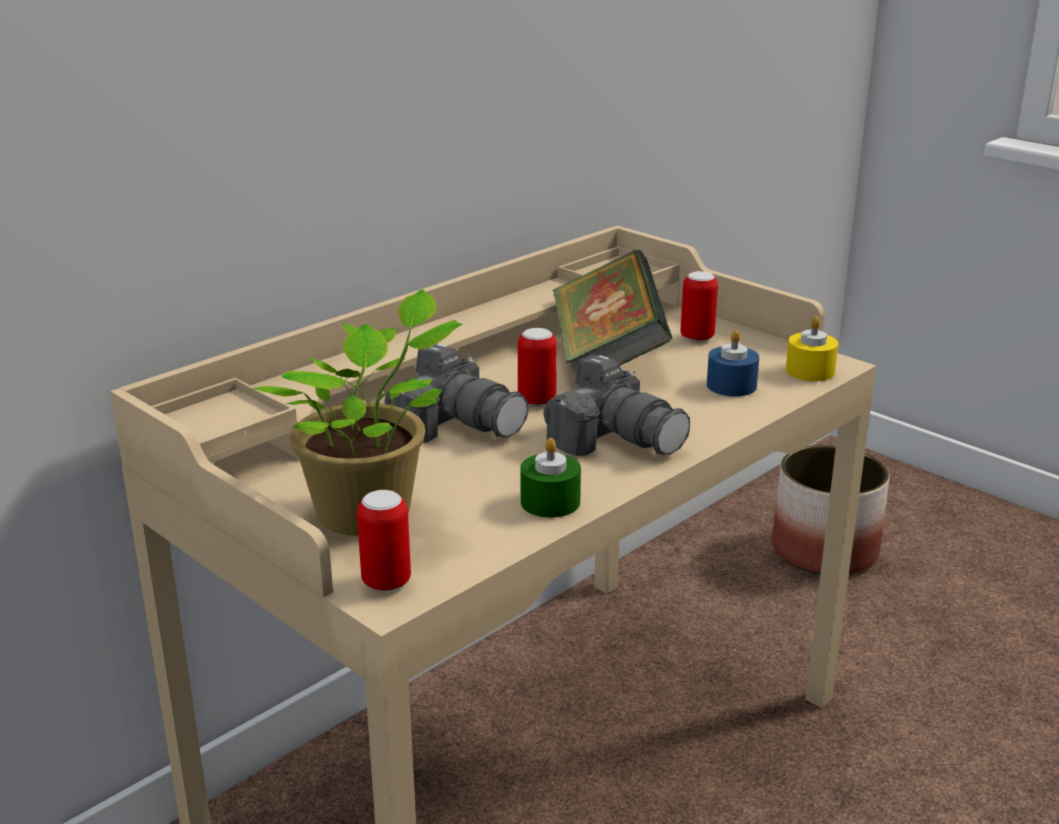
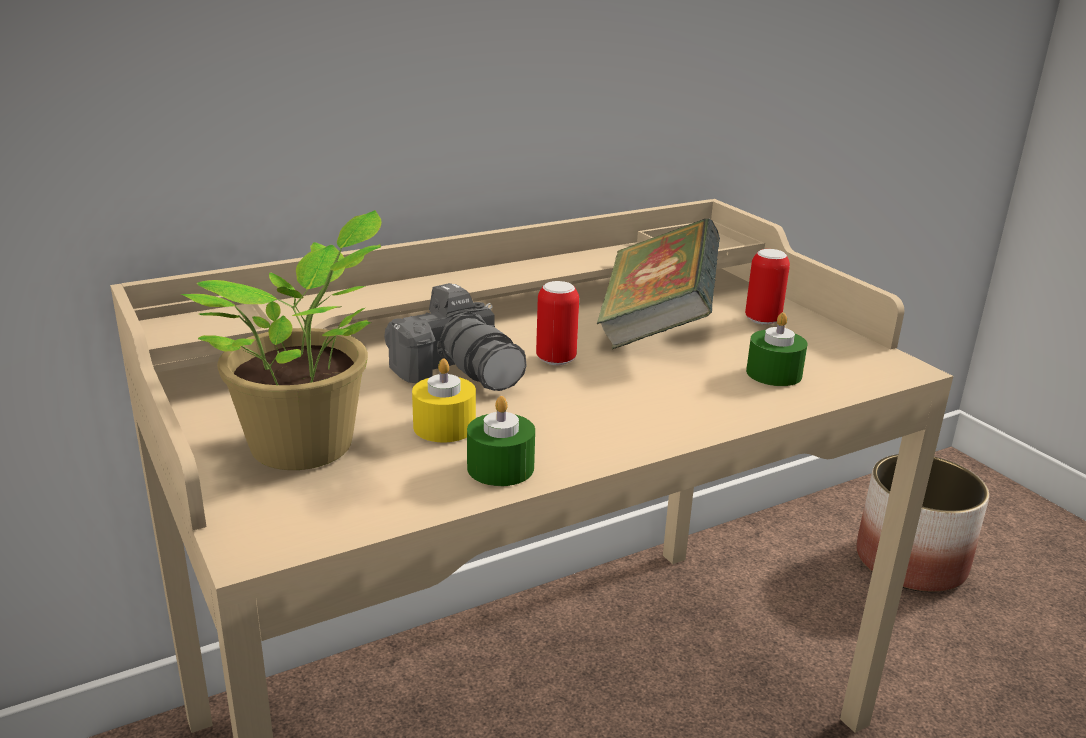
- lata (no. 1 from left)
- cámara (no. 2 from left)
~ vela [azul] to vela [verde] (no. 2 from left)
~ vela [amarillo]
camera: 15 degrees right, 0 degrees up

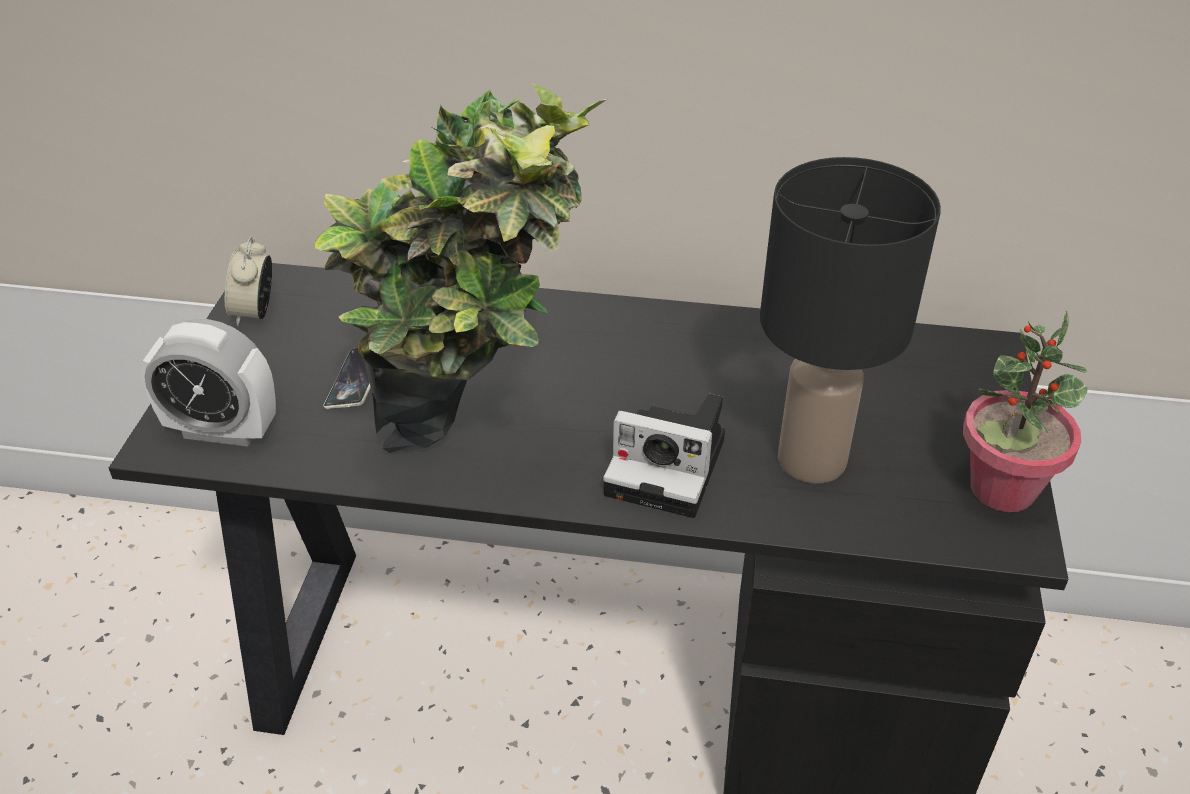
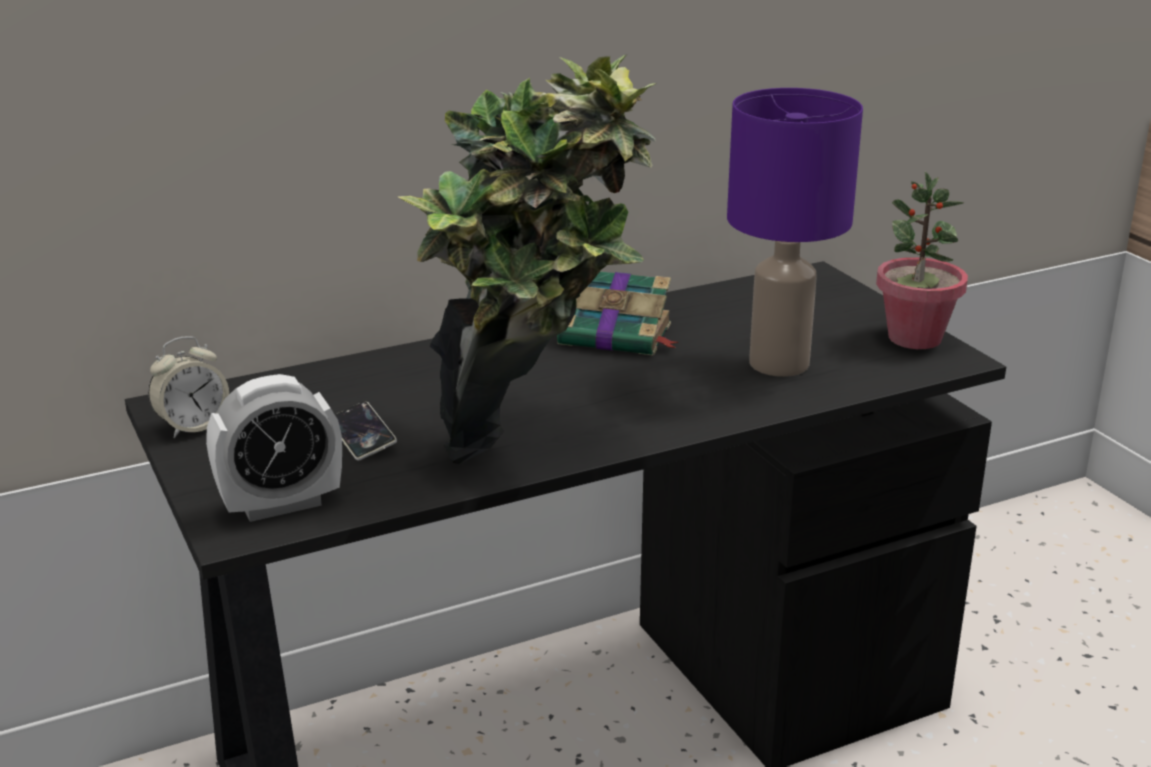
~ despertador (no. 2 from left in the first image) 90 degrees counterclockwise
- cámara
~ lámpara de mesa [negro] to lámpara de mesa [morado]
+ libro
camera: 35 degrees left, 15 degrees down

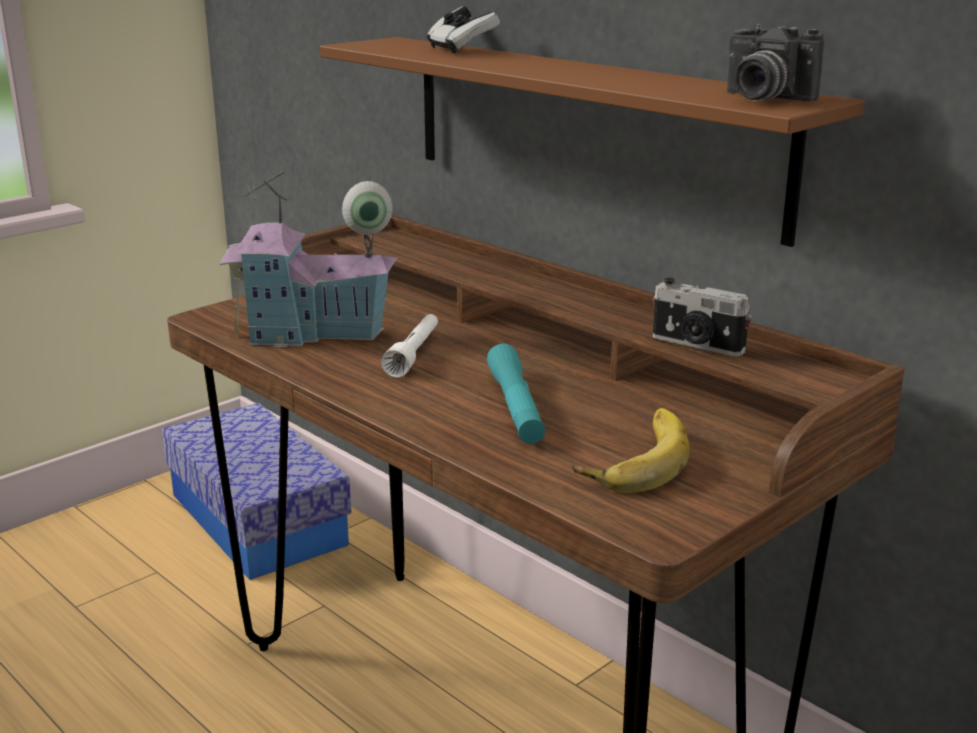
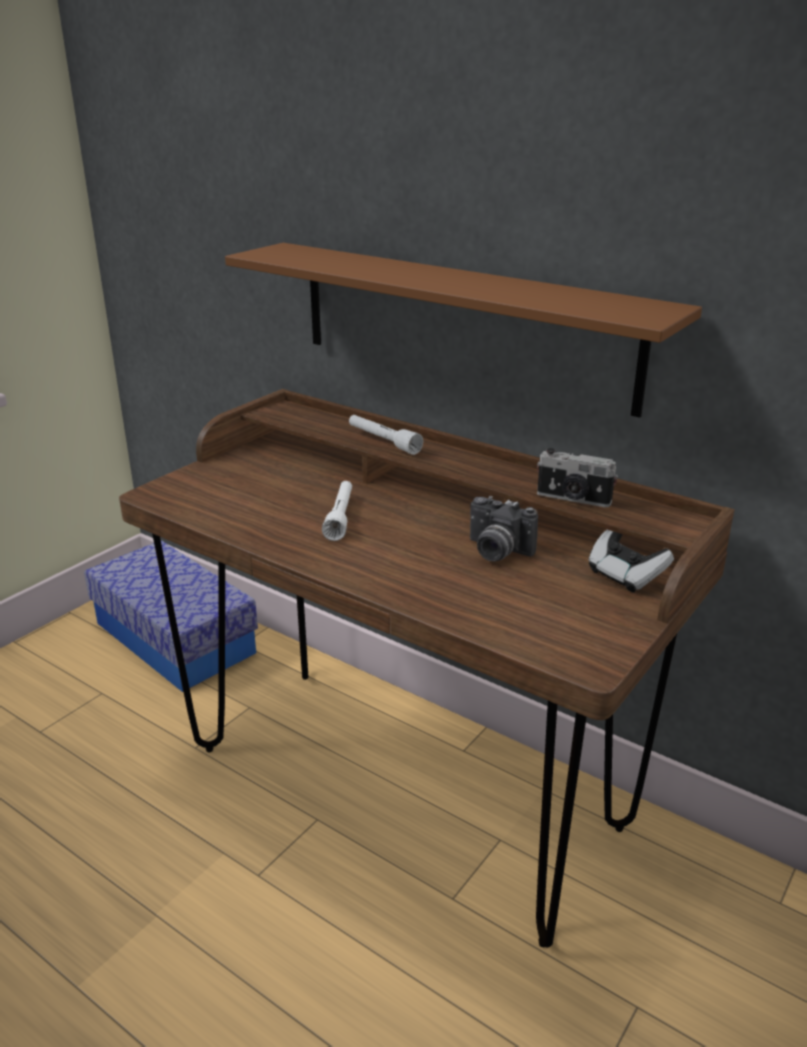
- casita
~ mando de consola
- linterna [turquesa]
- plátano
~ cámara (no. 2 from left in the first image) to cámara (no. 1 from left)
+ linterna [blanco] (no. 2 from left)
camera: 10 degrees left, 5 degrees up

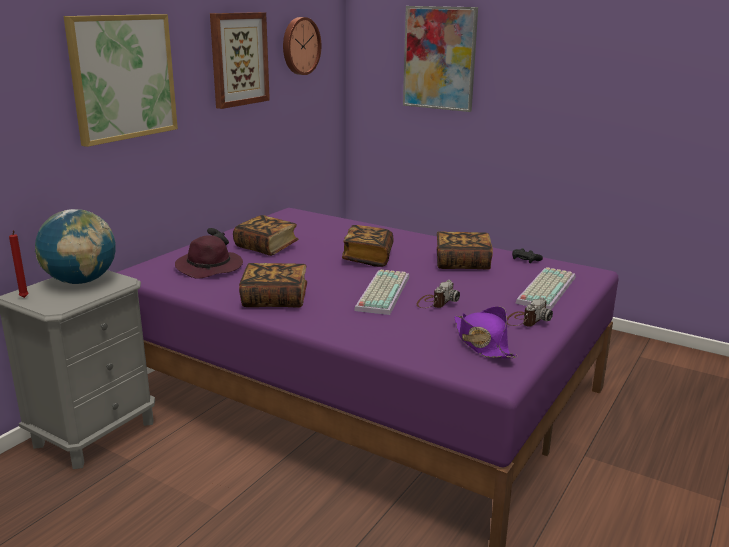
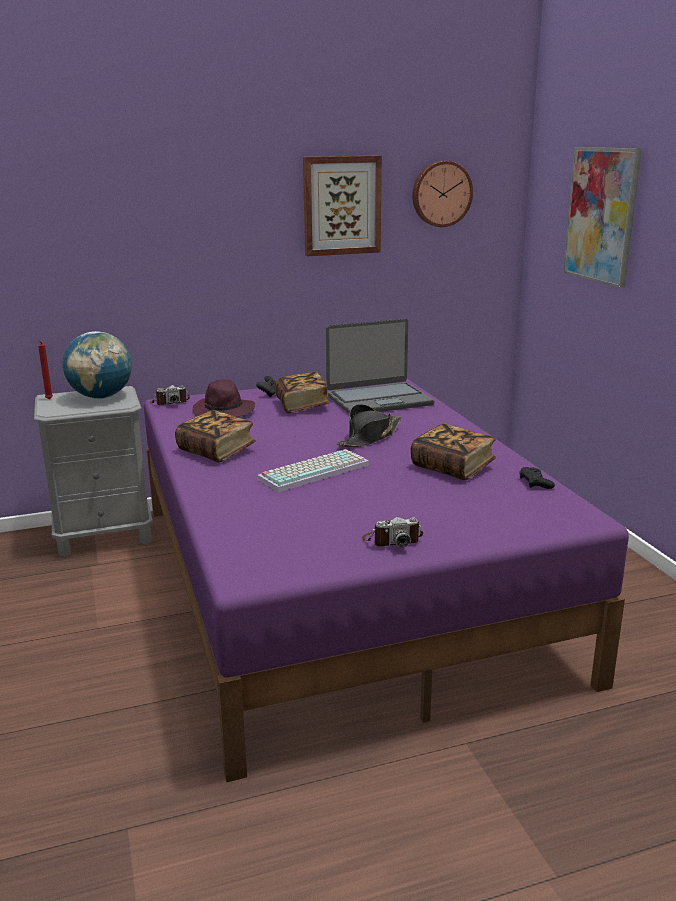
- cuadro (no. 1 from left)
~ libro (no. 3 from left) to sombrero [negro]
~ cámara (no. 1 from left)
- sombrero [morado] (no. 2 from left)
- teclado (no. 2 from left)
+ portátil
camera: 40 degrees right, 0 degrees up

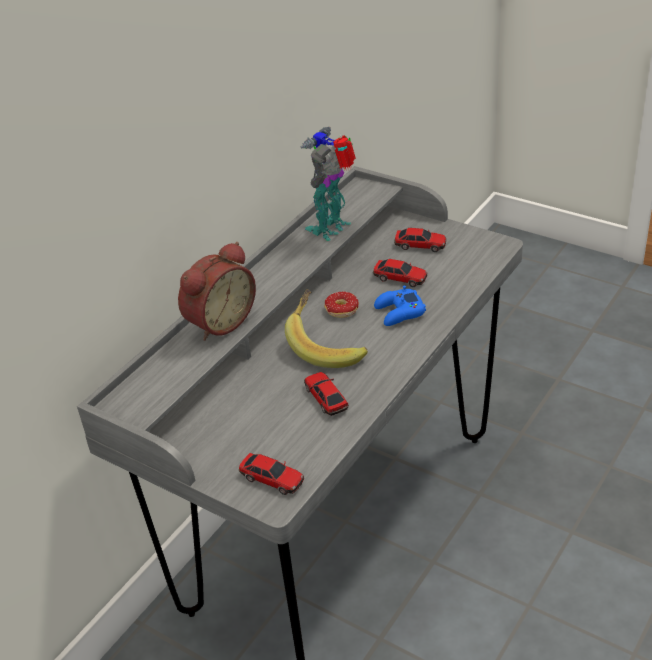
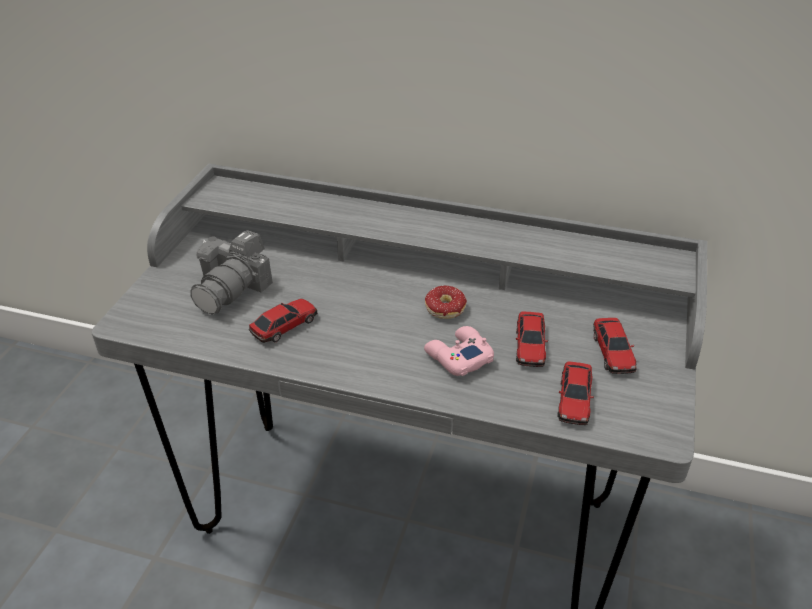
- despertador
~ coche de juguete (no. 1 from left in the first image) to coche de juguete (no. 3 from left)
- plátano
- robot de juguete
~ mando de consola [azul] to mando de consola [rosa]
+ cámara
camera: 70 degrees right, 0 degrees up

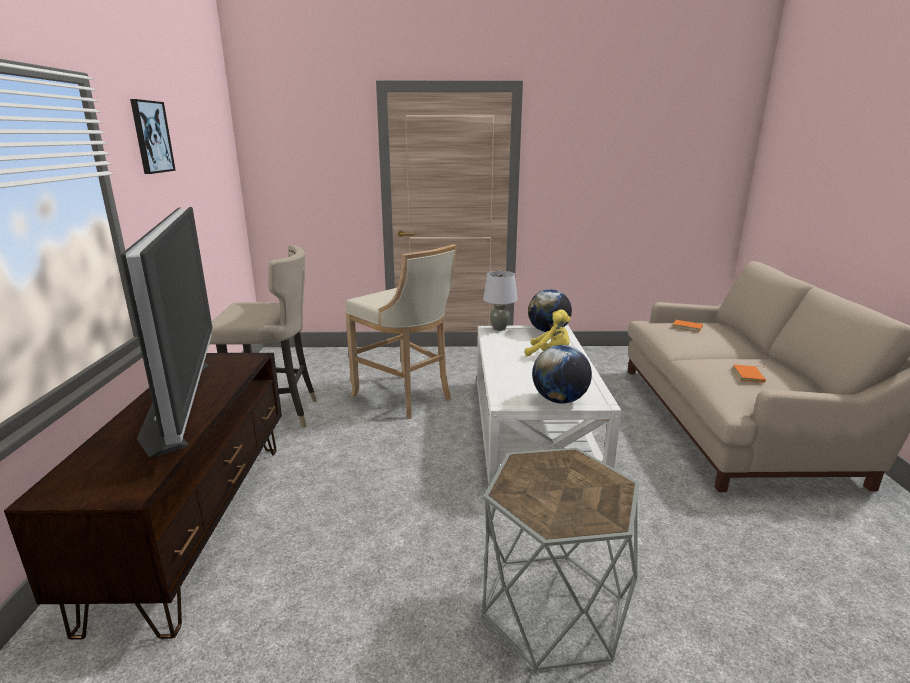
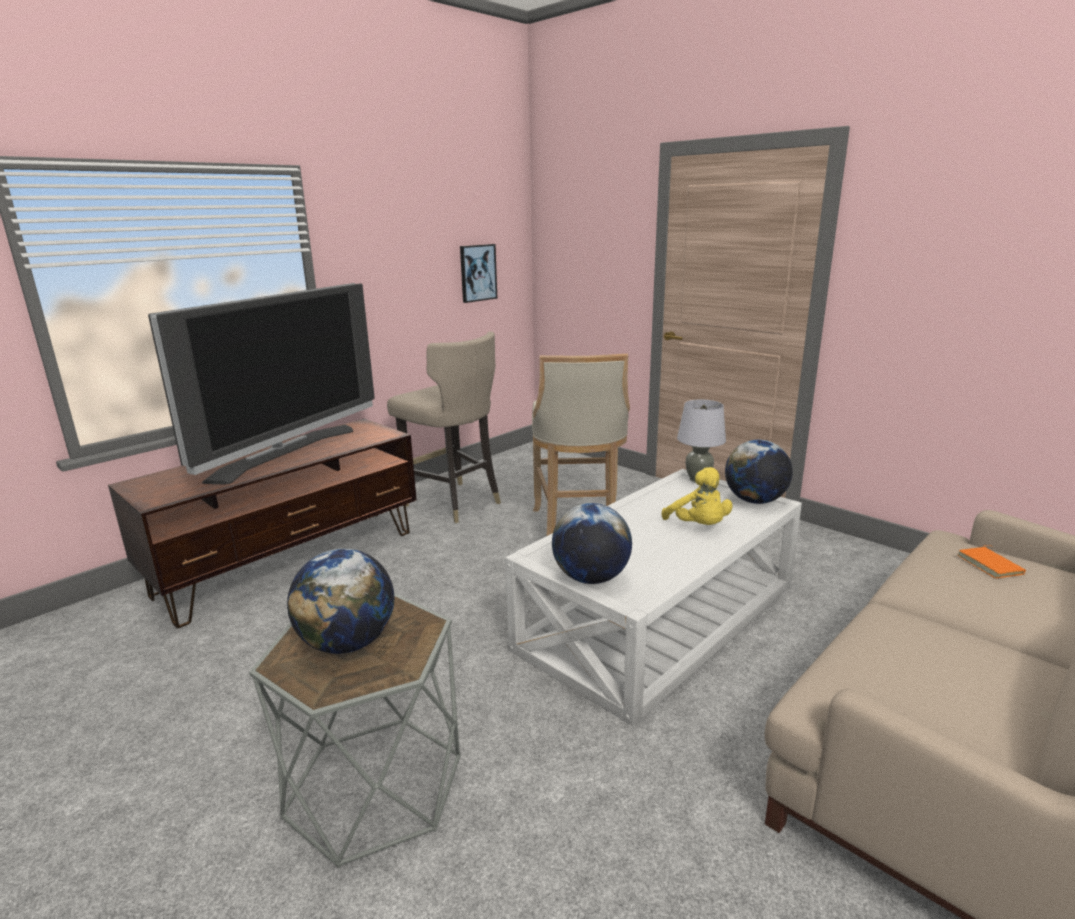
~ cuadro
- libro [naranja] (no. 2 from left)
+ globo terráqueo (no. 1 from left)
camera: 45 degrees right, 0 degrees up

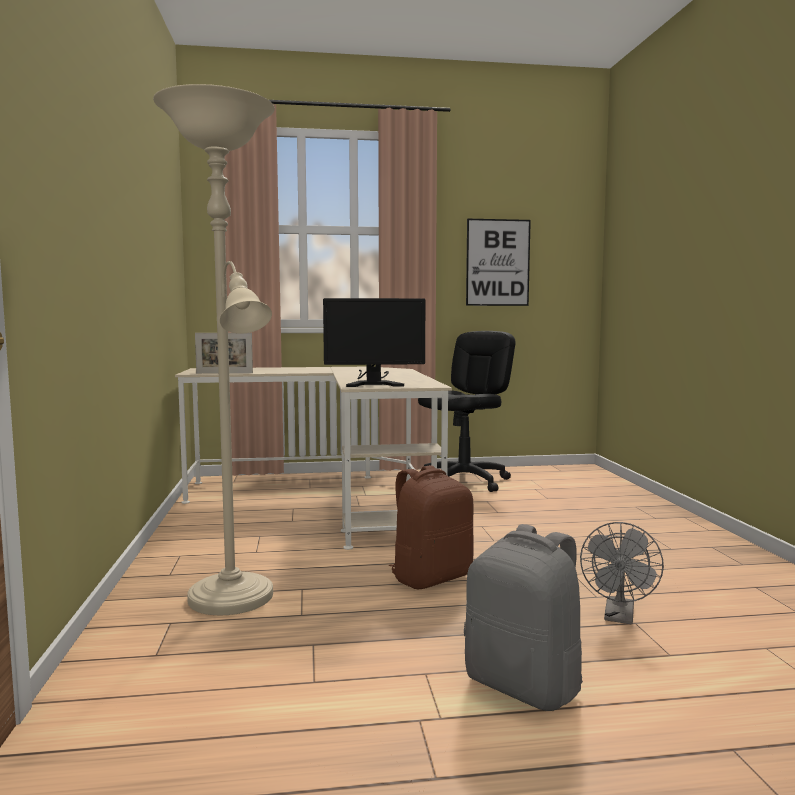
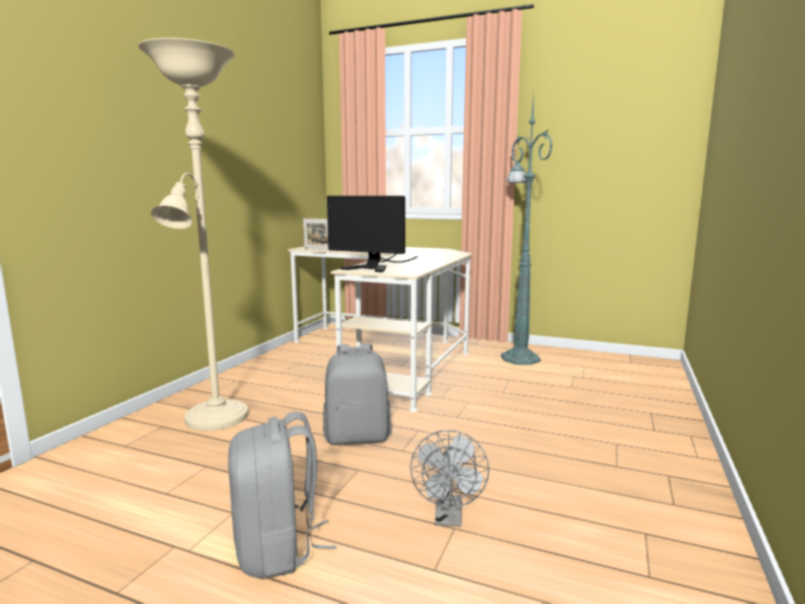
~ mochila [marrón] to mochila [gris] (no. 2 from left)
~ silla de oficina [negro] to lámpara de pie [verde]
- cuadro
~ ventilador [gris] 45 degrees counterclockwise
camera: 30 degrees right, 5 degrees up

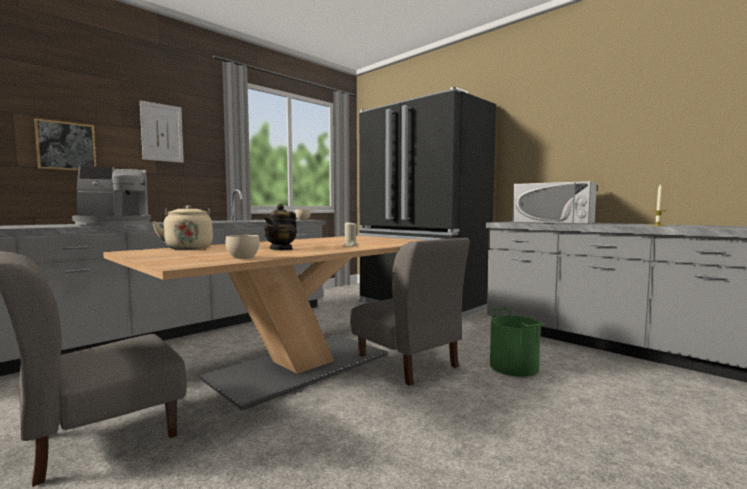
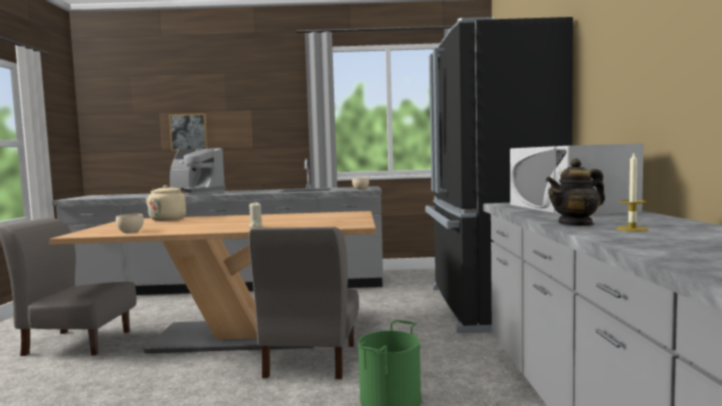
- cuadro (no. 2 from left)
~ tetera
camera: 45 degrees right, 0 degrees up

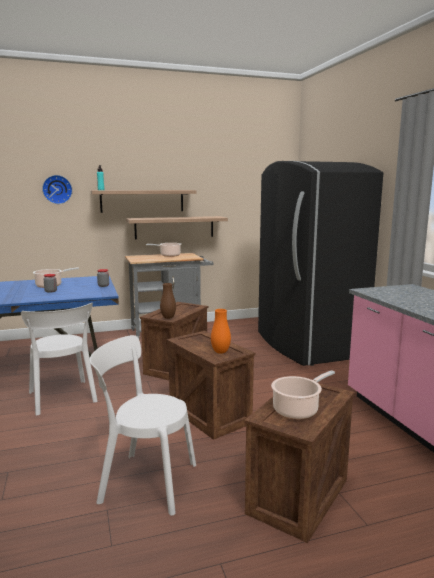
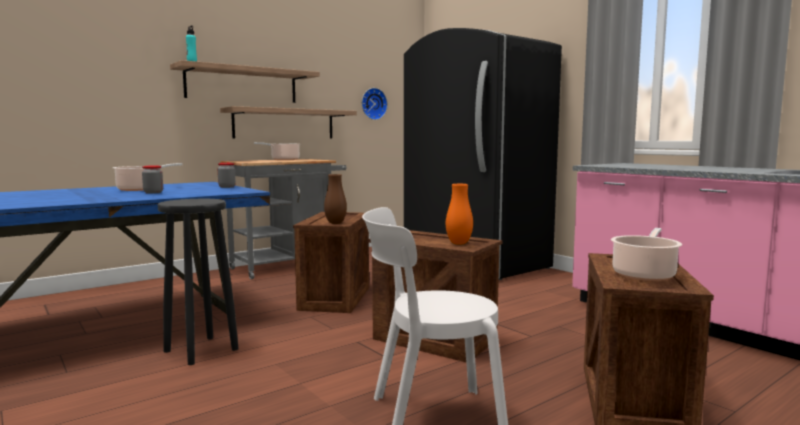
~ silla [blanco] (no. 1 from left) to taburete [negro]
~ reloj de pared
camera: 20 degrees left, 5 degrees down

